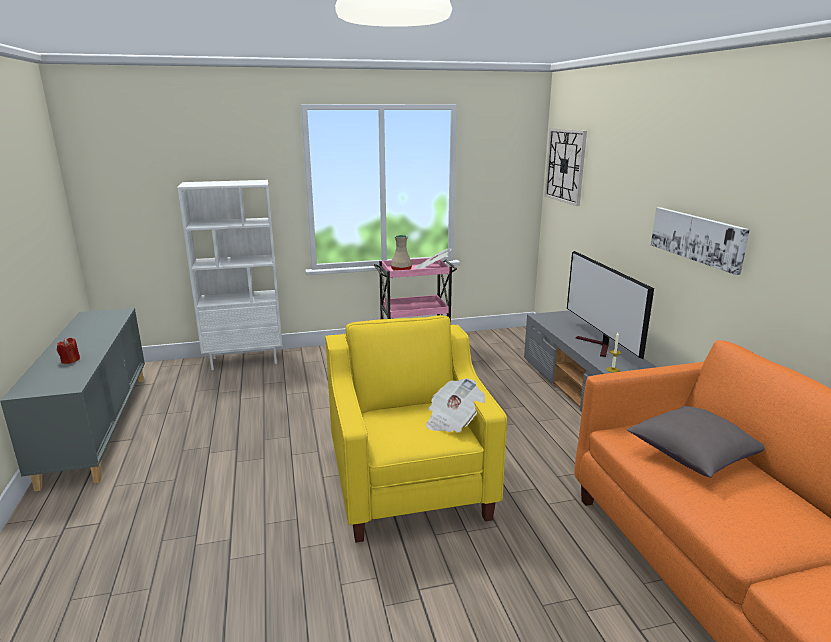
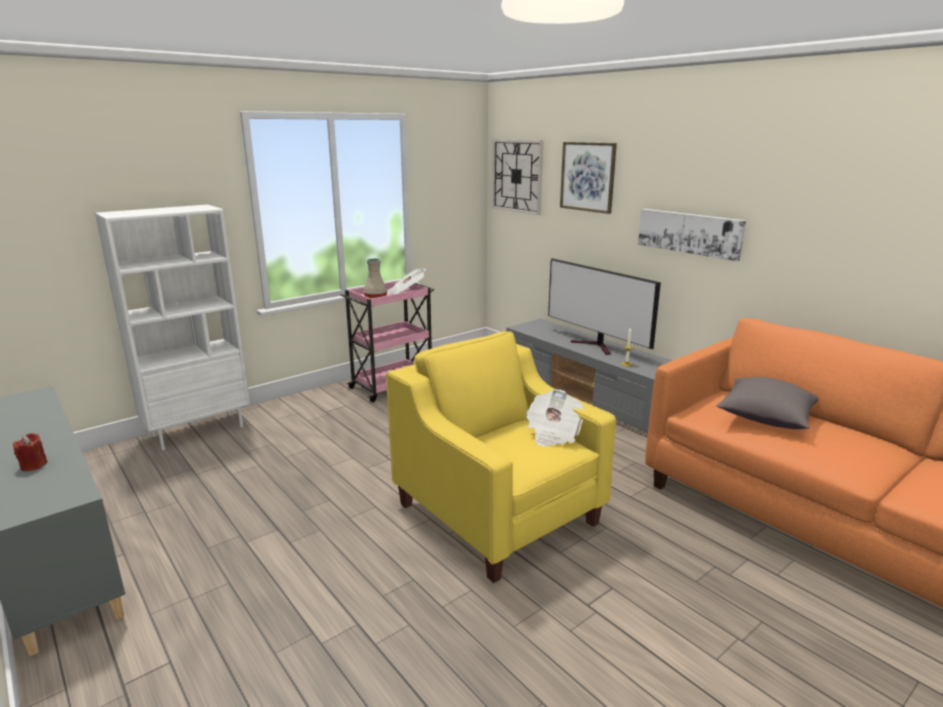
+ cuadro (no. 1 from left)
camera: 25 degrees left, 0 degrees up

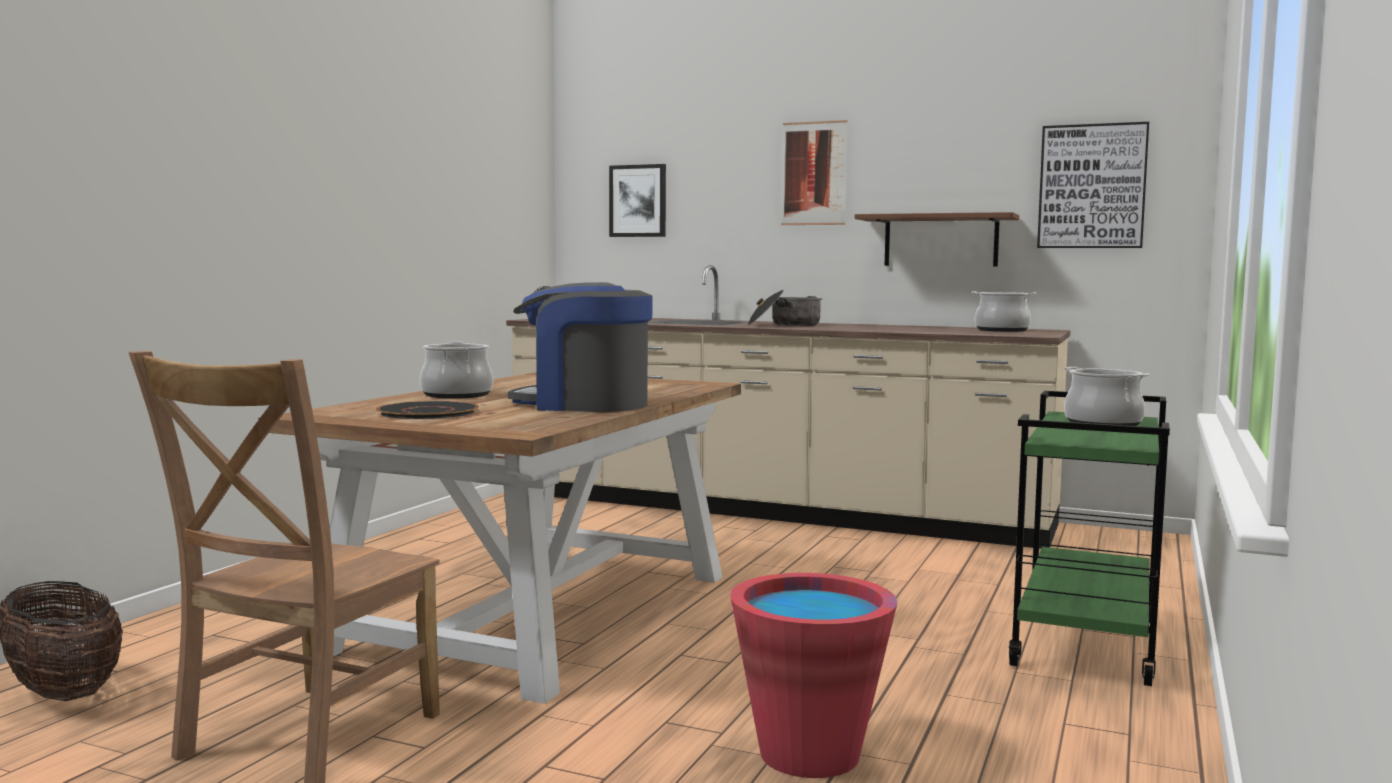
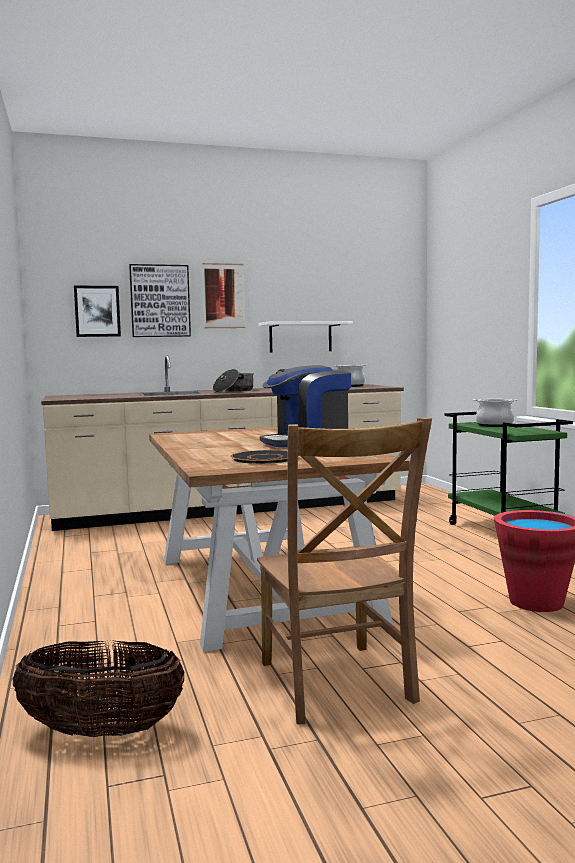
- olla (no. 1 from left)
~ estante [marrón] to estante [blanco]
~ cuadro (no. 3 from left in the first image) to cuadro (no. 2 from left)
camera: 40 degrees left, 0 degrees up

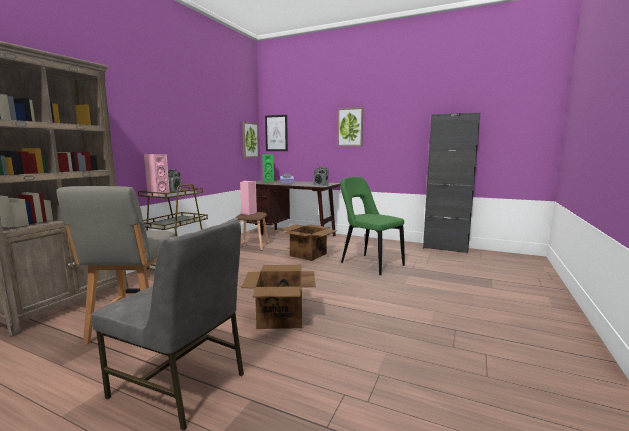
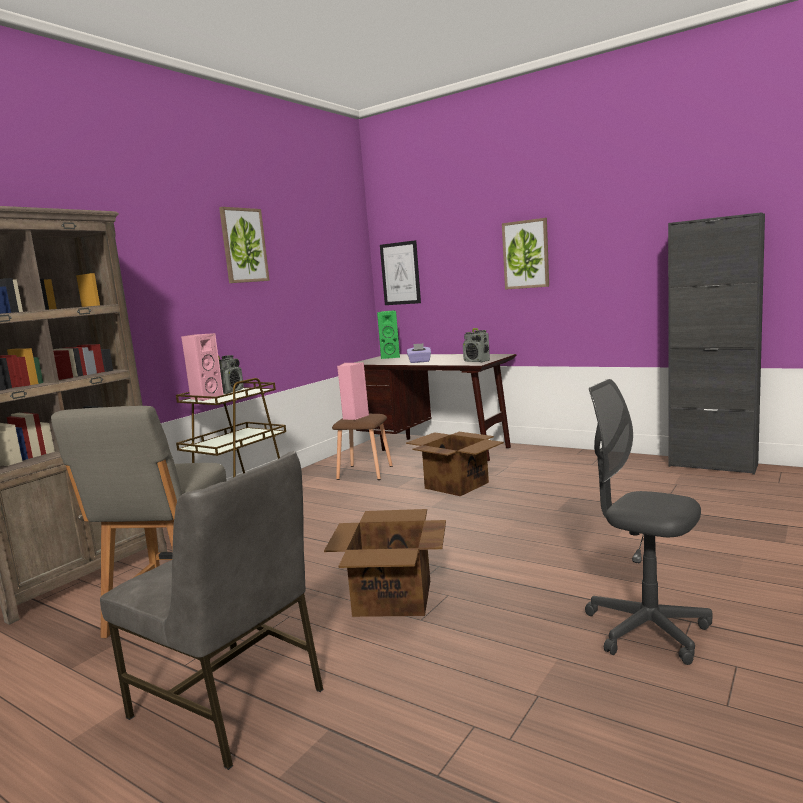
~ cuadro (no. 1 from left)
- silla [verde]
+ silla de oficina [gris]
camera: 10 degrees right, 0 degrees up

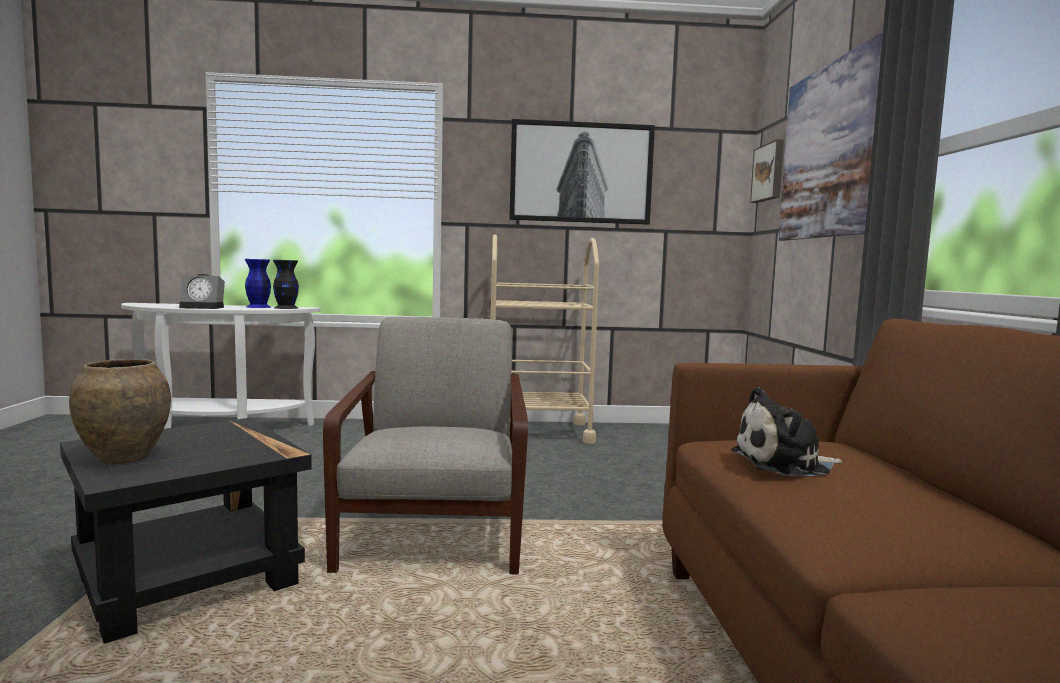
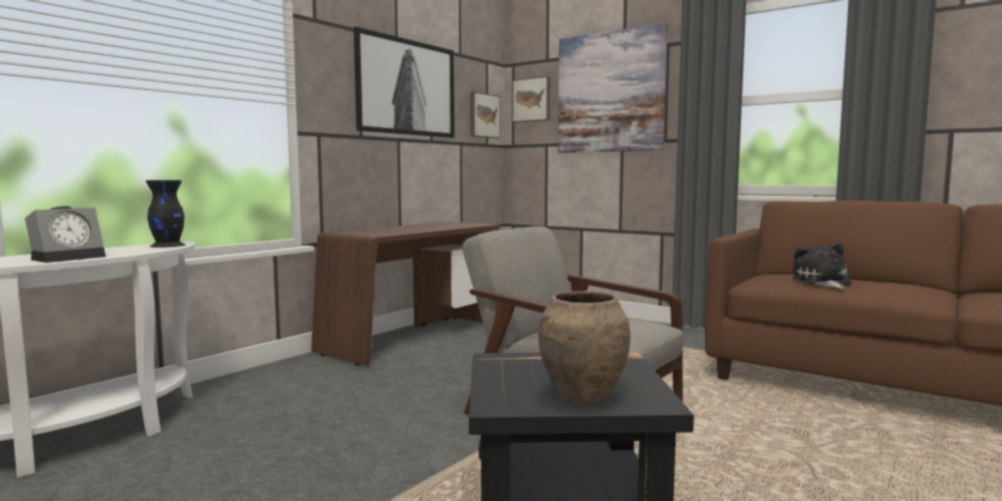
- florero [azul]
~ carrito [beis] to escritorio [marrón]
~ peluche 150 degrees clockwise
+ cuadro (no. 2 from left)
camera: 50 degrees left, 0 degrees up

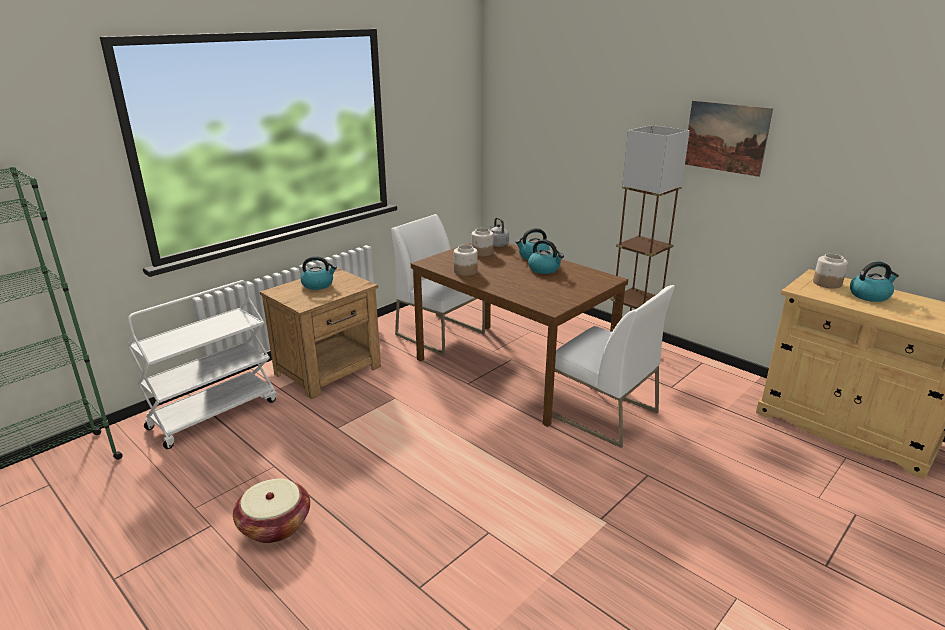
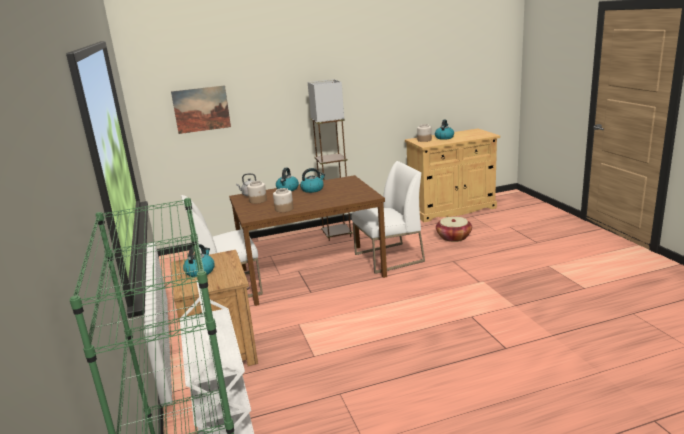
~ cesta
~ cuadro
camera: 60 degrees left, 5 degrees down

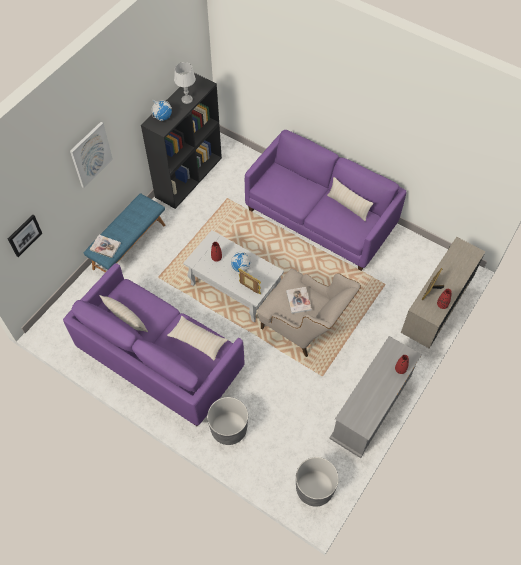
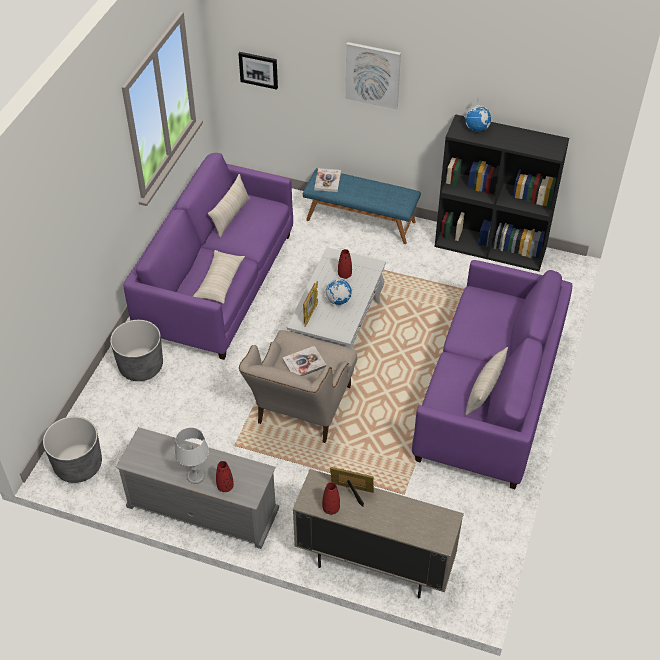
~ lámpara de mesa [gris]
camera: 75 degrees right, 10 degrees down

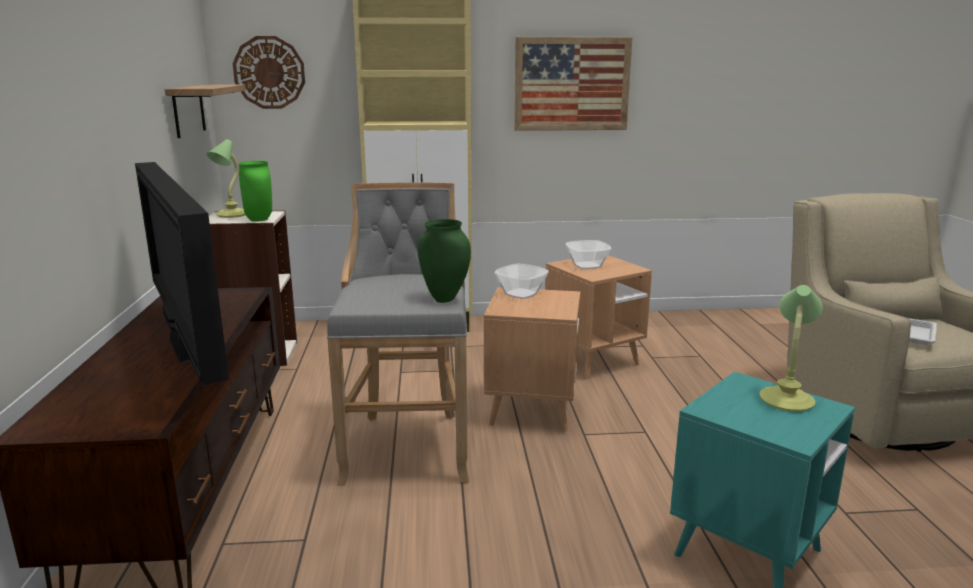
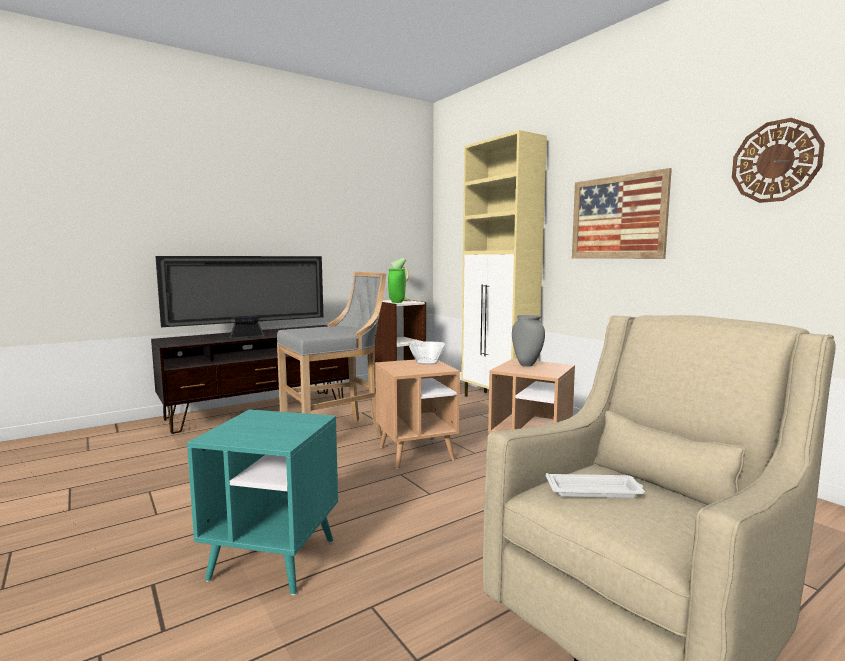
~ televisor 150 degrees counterclockwise
- estante
~ reloj de pared
- florero [verde] (no. 2 from left)
~ cuenco (no. 2 from left) to florero [gris]
- lámpara de mesa (no. 2 from left)
camera: 60 degrees right, 10 degrees down

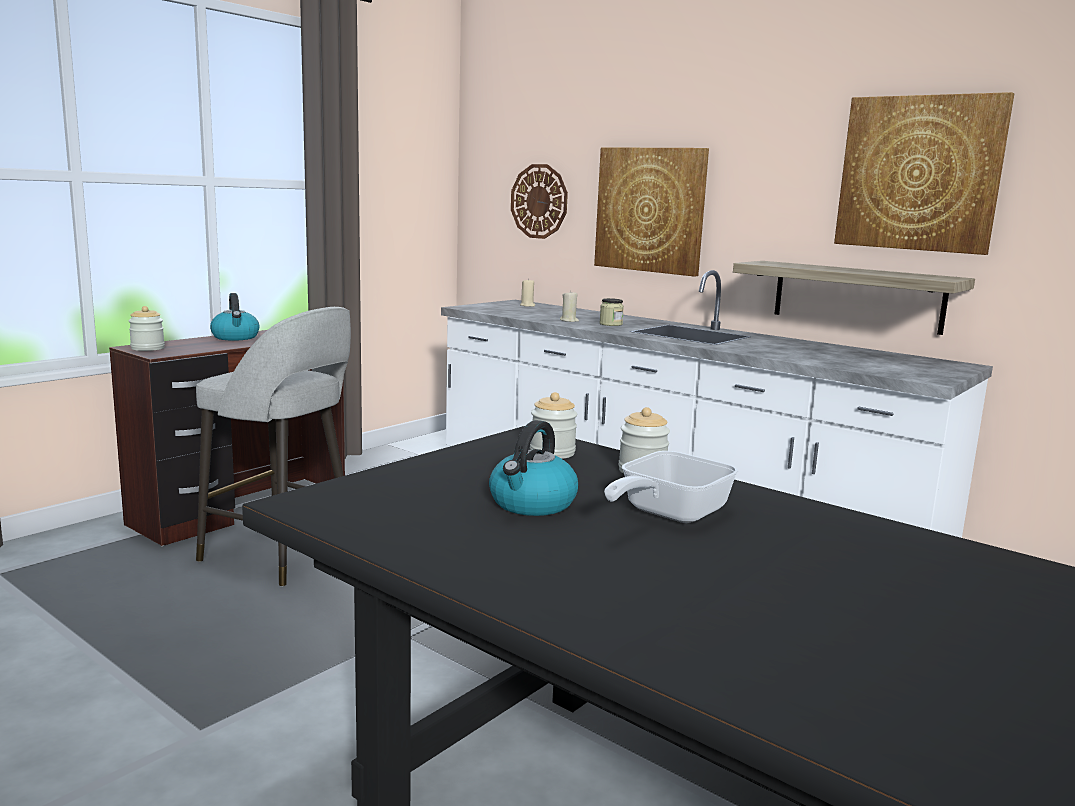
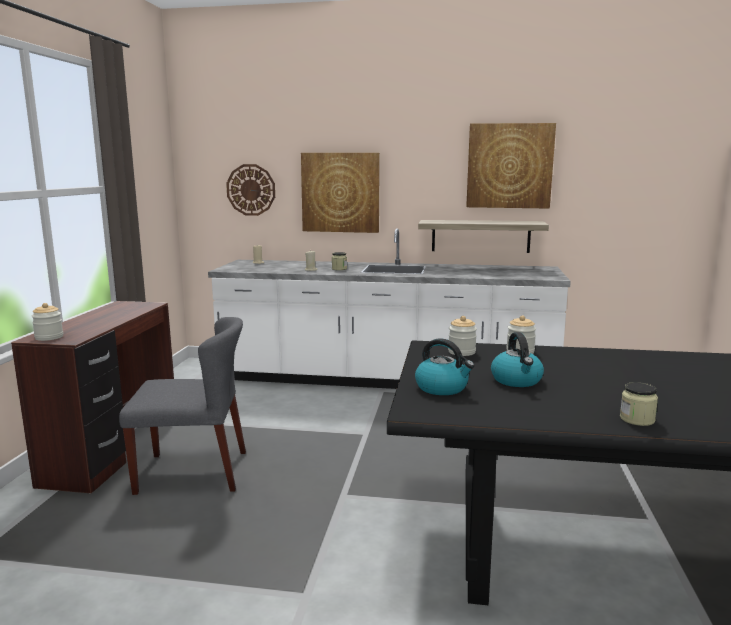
~ taburete [gris] to silla [gris]
~ hervidor (no. 1 from left)
- sartén
+ tarro (no. 5 from left)
camera: 30 degrees left, 0 degrees up

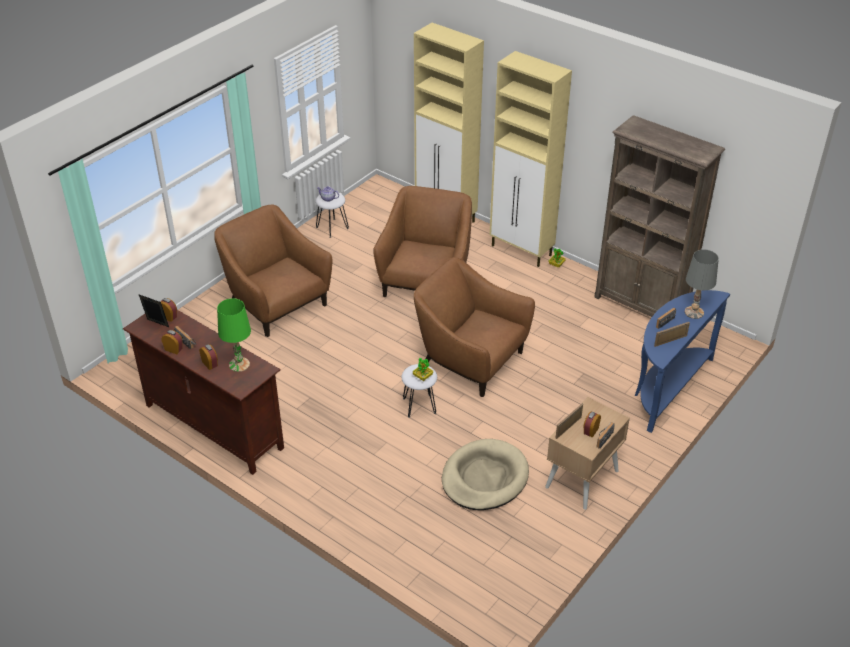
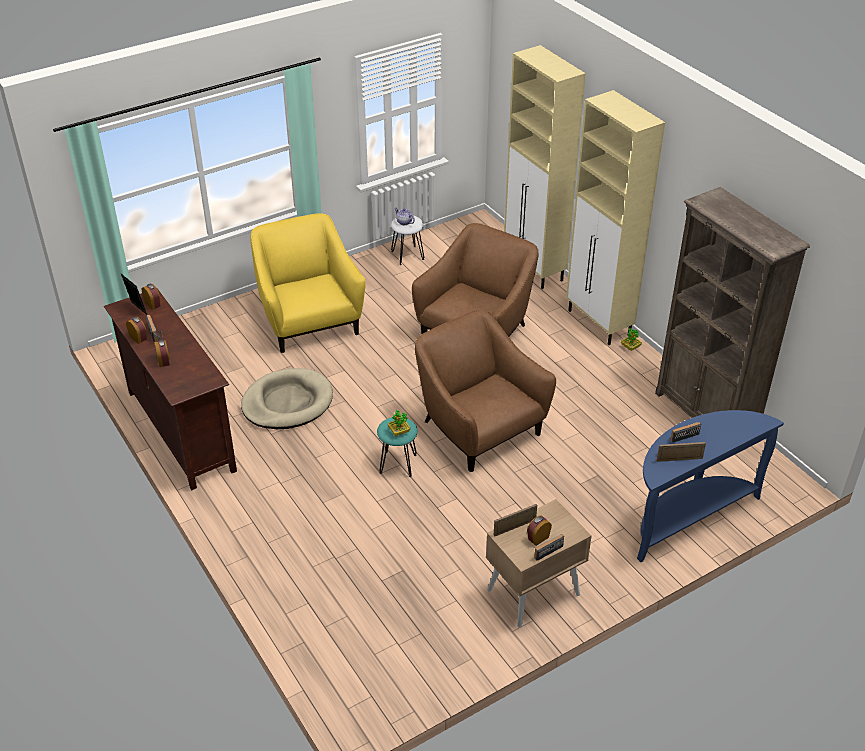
~ sillón [marrón] (no. 1 from left) to sillón [amarillo]
- lámpara de mesa [verde]
~ taburete [blanco] (no. 2 from left) to taburete [turquesa]
~ cama para perro [beis]
- lámpara de mesa [gris]
camera: 20 degrees right, 0 degrees up

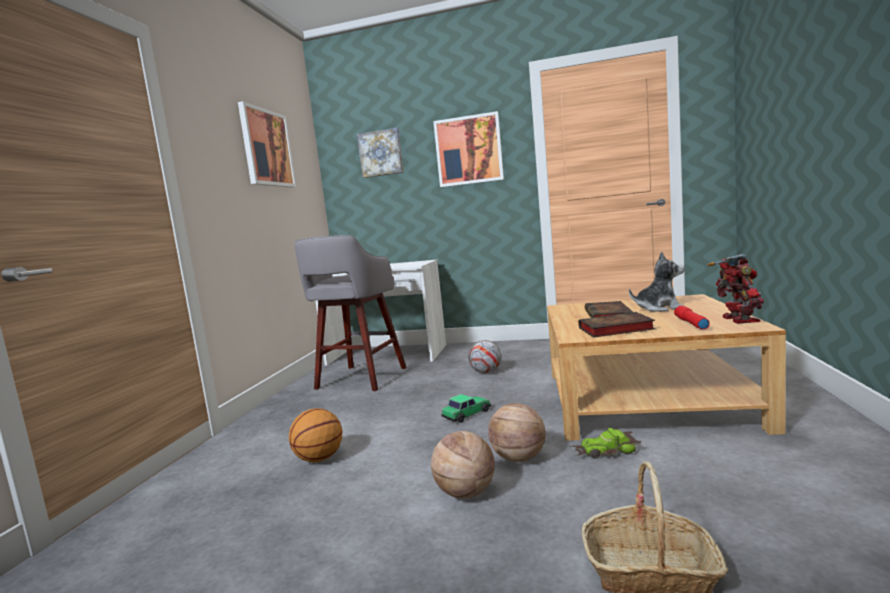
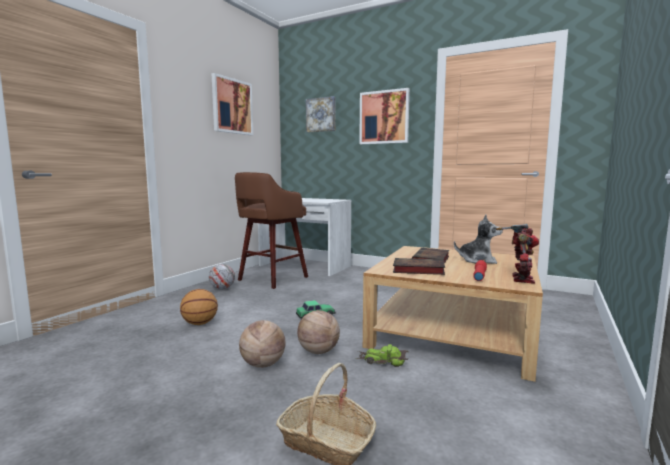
~ taburete [gris] to taburete [marrón]
~ balón de fútbol
camera: 15 degrees right, 0 degrees up

